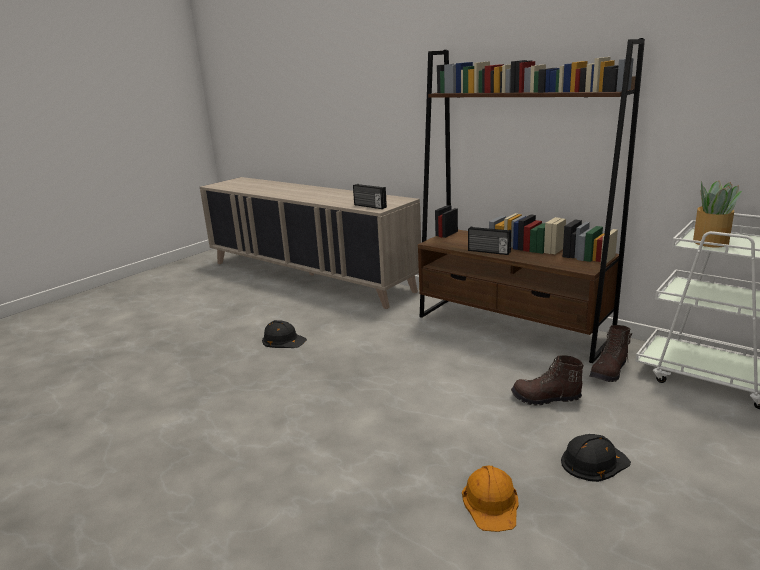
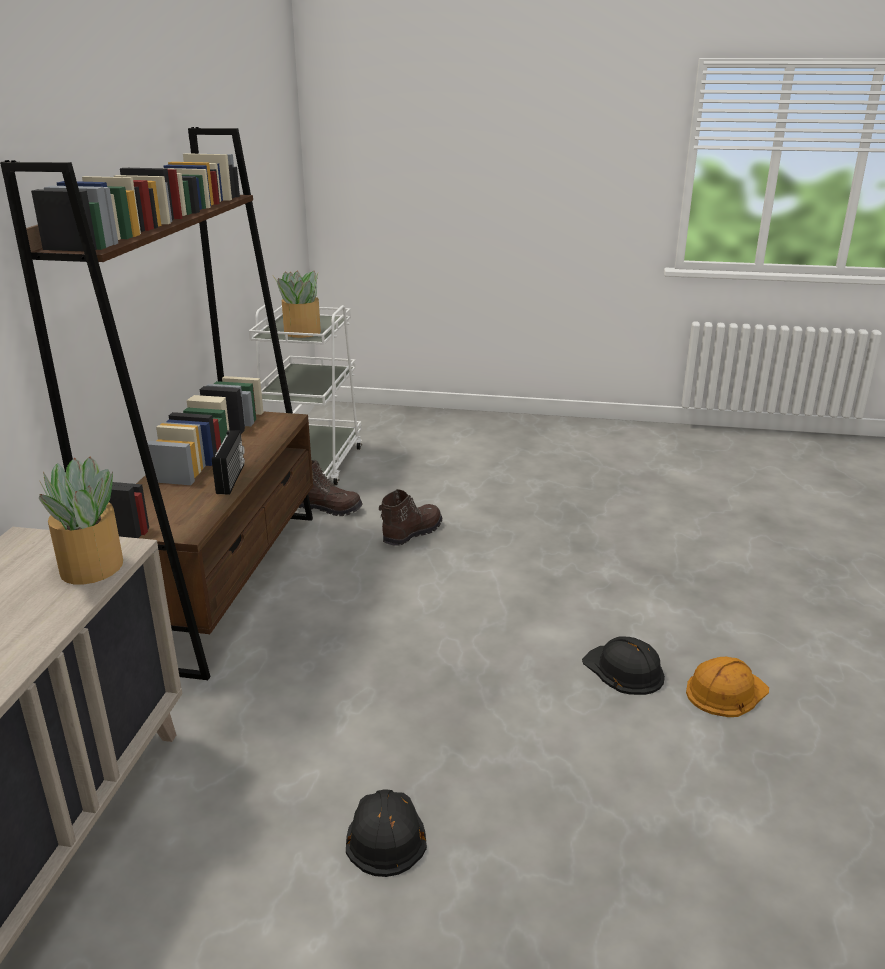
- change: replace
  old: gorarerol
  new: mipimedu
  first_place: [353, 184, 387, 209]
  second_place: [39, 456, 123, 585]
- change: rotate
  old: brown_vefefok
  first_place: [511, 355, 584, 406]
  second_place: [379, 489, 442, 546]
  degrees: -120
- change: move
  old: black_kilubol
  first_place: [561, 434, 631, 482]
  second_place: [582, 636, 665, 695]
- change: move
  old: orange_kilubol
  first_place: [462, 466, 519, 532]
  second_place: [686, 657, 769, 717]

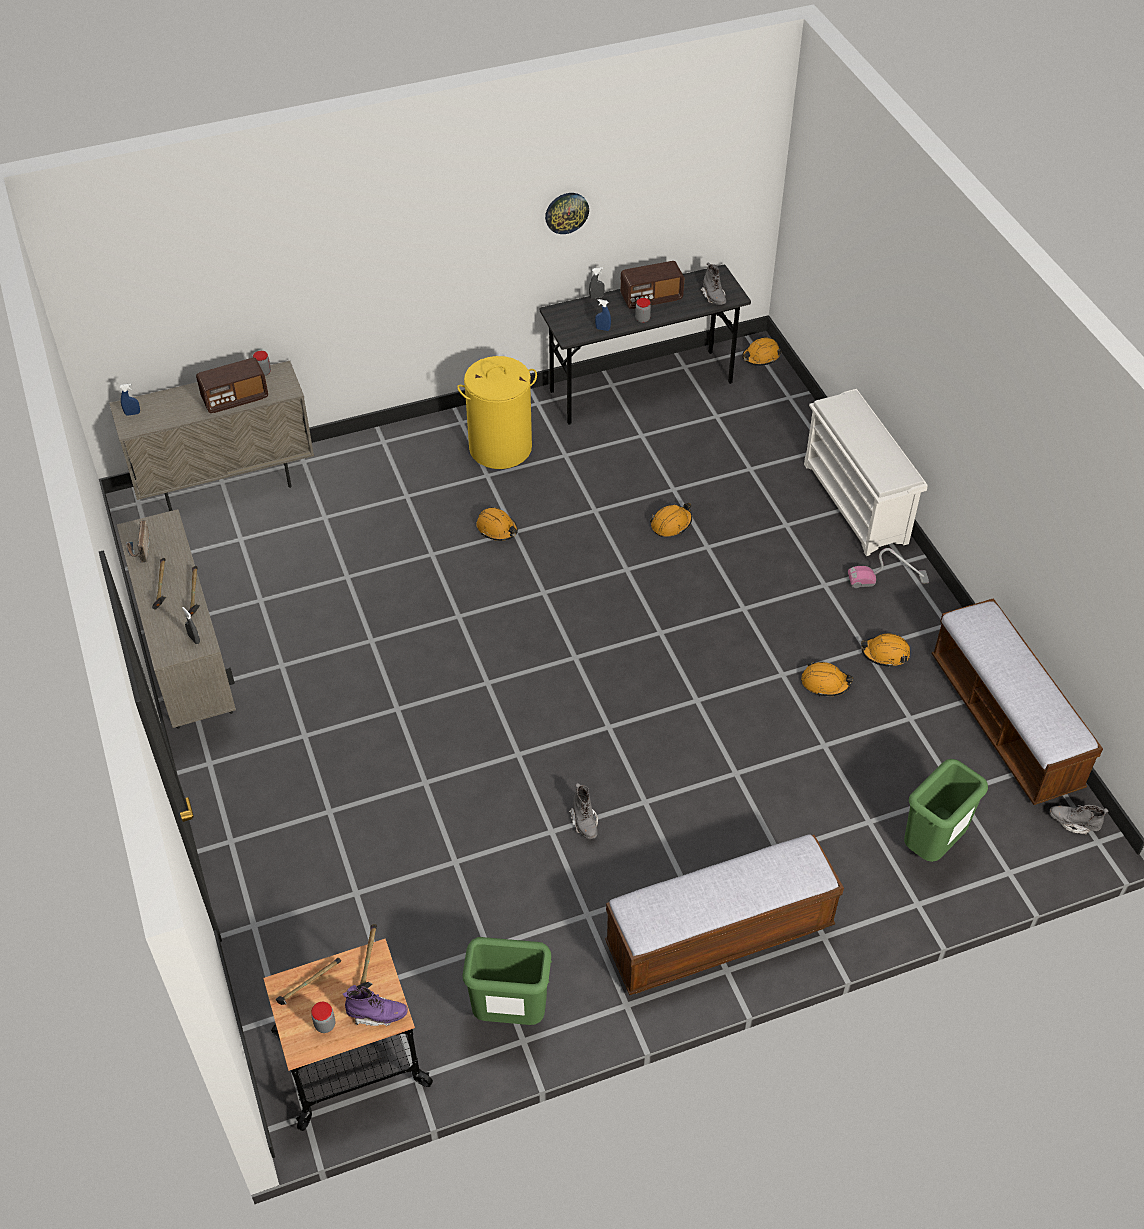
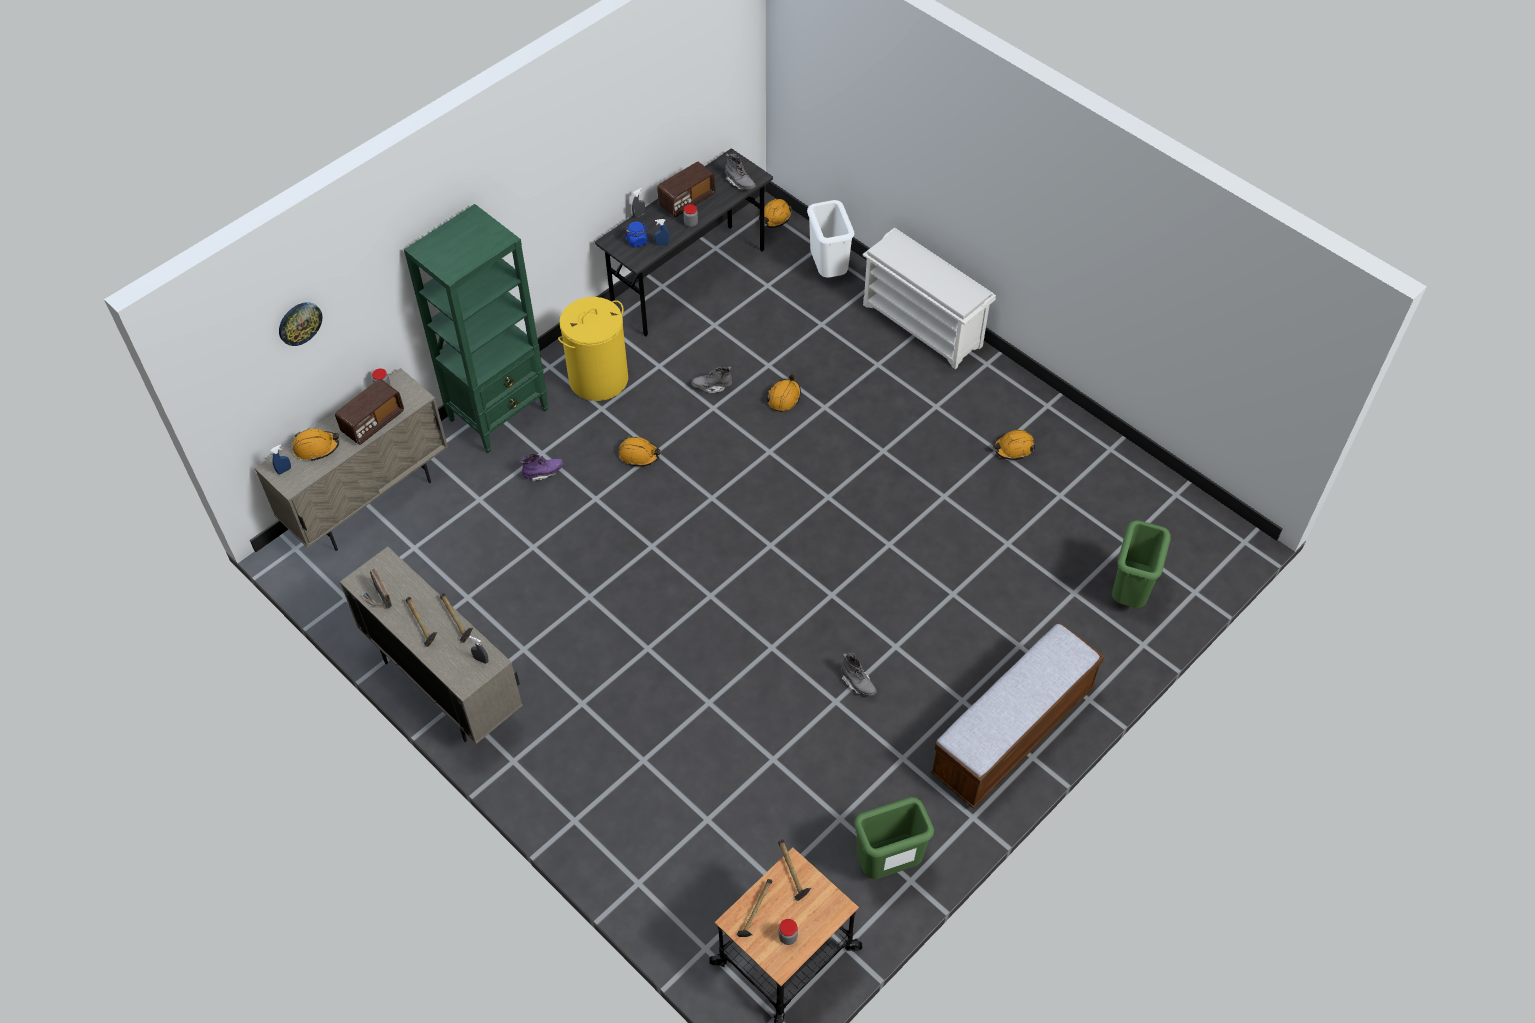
- change: move
  old: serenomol
  first_place: [545, 193, 589, 234]
  second_place: [279, 302, 322, 346]
- change: delete
  old: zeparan
  first_place: [848, 548, 929, 588]
- change: delete
  old: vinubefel
  first_place: [931, 598, 1103, 805]
- change: move
  old: orange_kilubol
  first_place: [801, 661, 854, 697]
  second_place: [293, 429, 339, 461]
- change: move
  old: grey_vefefok
  first_place: [1049, 805, 1108, 834]
  second_place: [692, 366, 732, 393]
- change: move
  old: purple_vefefok
  first_place: [343, 985, 408, 1027]
  second_place: [520, 454, 563, 483]
- change: insert
  new: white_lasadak
  second_place: [807, 200, 854, 278]
- change: insert
  new: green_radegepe
  second_place: [404, 204, 548, 453]
- change: insert
  new: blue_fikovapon
  second_place: [626, 222, 648, 248]

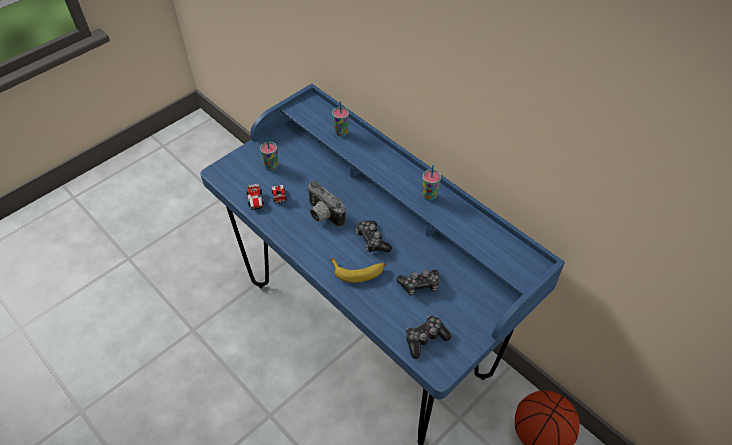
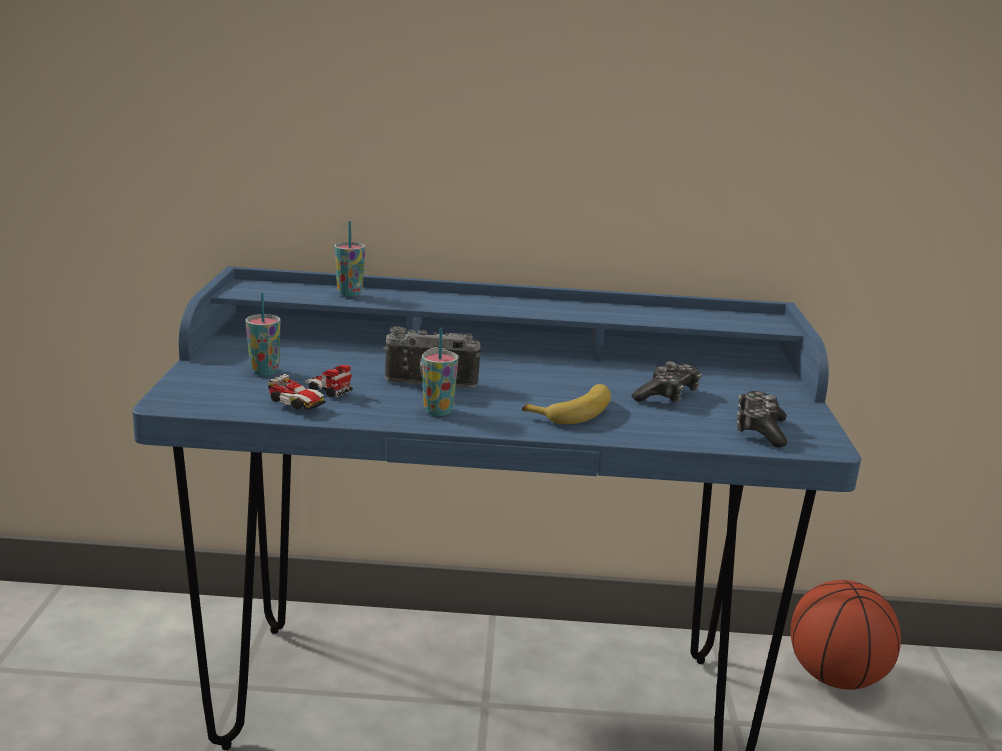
- change: move
  old: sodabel
  first_place: [422, 165, 441, 201]
  second_place: [422, 328, 458, 416]
- change: delete
  old: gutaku
  first_place: [355, 220, 392, 253]

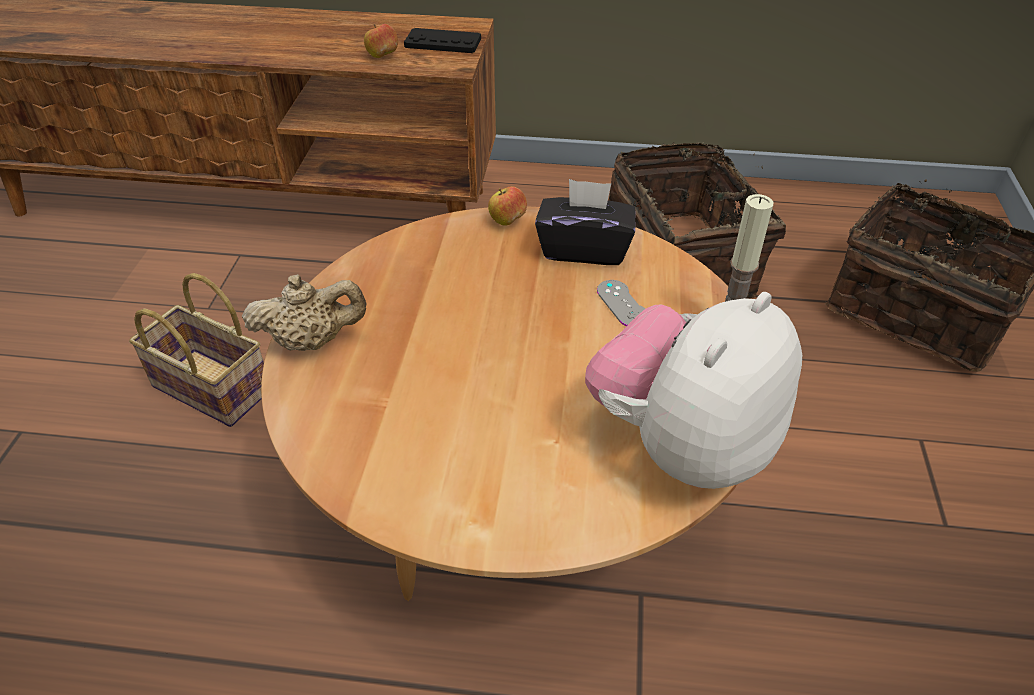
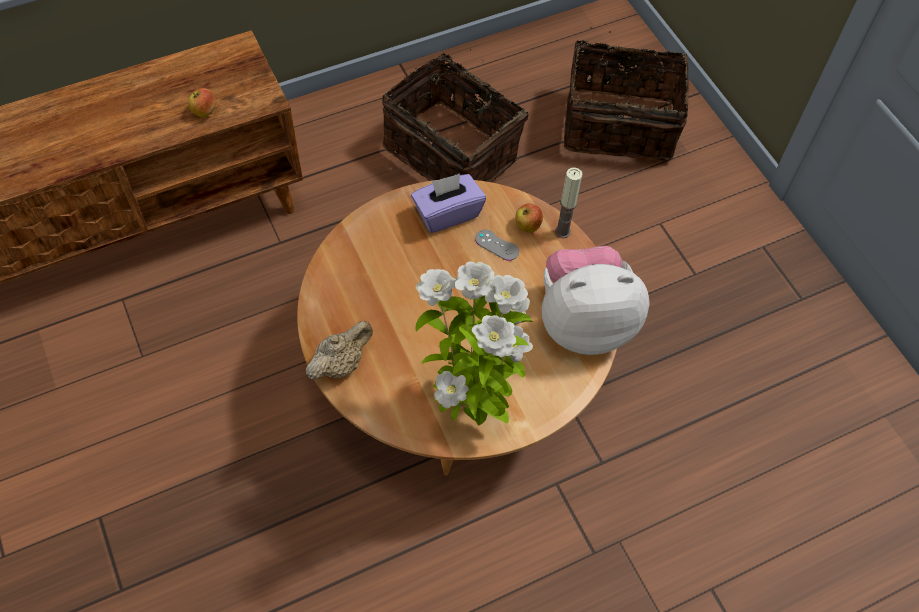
- change: delete
  old: black_gutaku
  first_place: [404, 28, 481, 53]
- change: recolor
  old: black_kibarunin
  new: purple_kibarunin
  first_place: [535, 179, 635, 265]
  second_place: [411, 173, 486, 233]
- change: move
  old: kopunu
  first_place: [488, 186, 527, 226]
  second_place: [515, 203, 543, 233]
- change: delete
  old: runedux
  first_place: [129, 273, 264, 427]
- change: rotate
  old: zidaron
  first_place: [585, 292, 802, 489]
  second_place: [542, 246, 650, 355]
  degrees: 75
- change: insert
  new: mipimedu
  second_place: [415, 261, 533, 425]

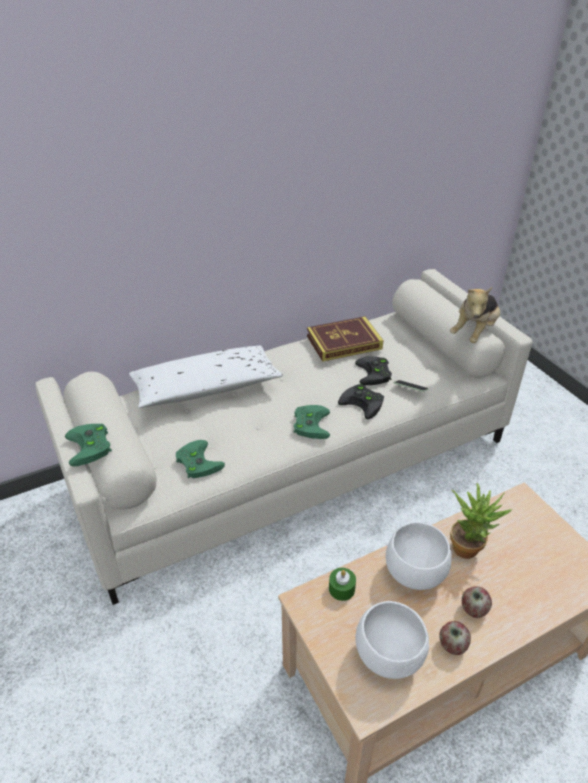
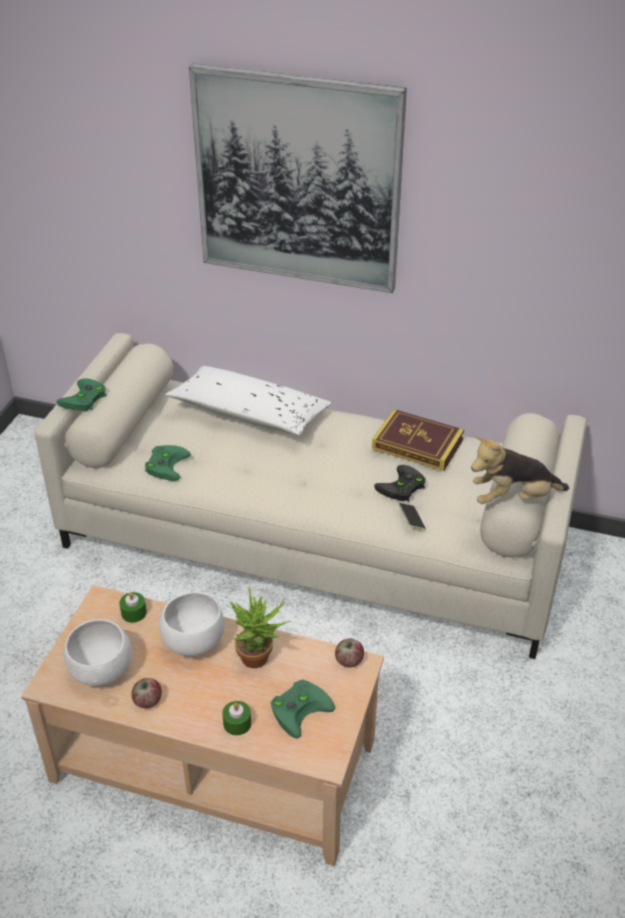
- change: delete
  old: black_gutaku
  first_place: [338, 384, 384, 419]
- change: move
  old: green_gutaku
  first_place: [294, 405, 330, 439]
  second_place: [271, 679, 335, 738]
- change: move
  old: kopunu
  first_place: [462, 586, 492, 618]
  second_place: [335, 638, 364, 667]
- change: insert
  new: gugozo
  second_place: [189, 63, 407, 293]
- change: insert
  new: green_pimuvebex
  second_place: [222, 701, 251, 735]

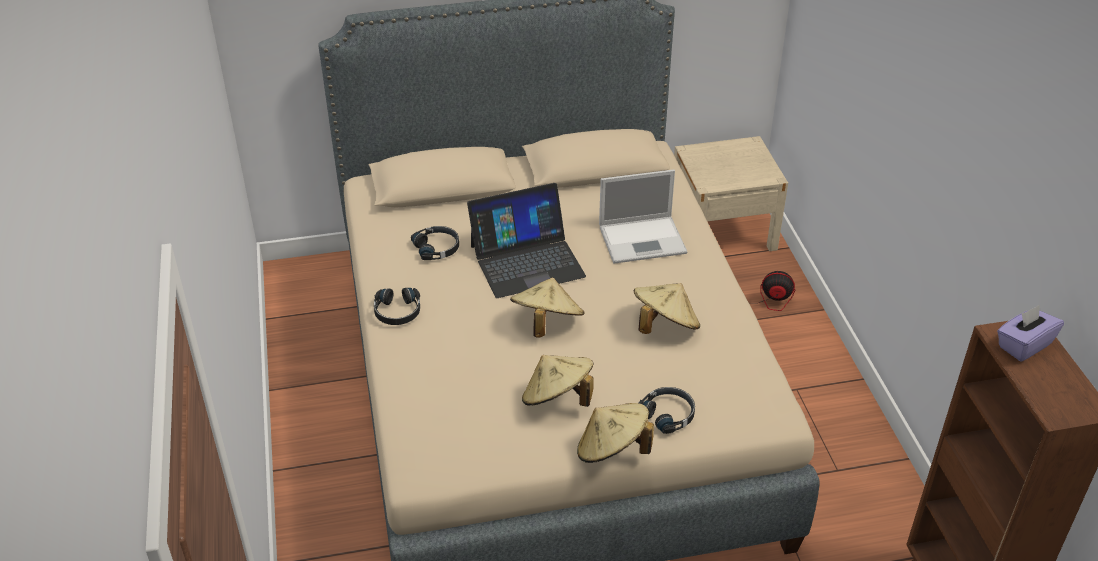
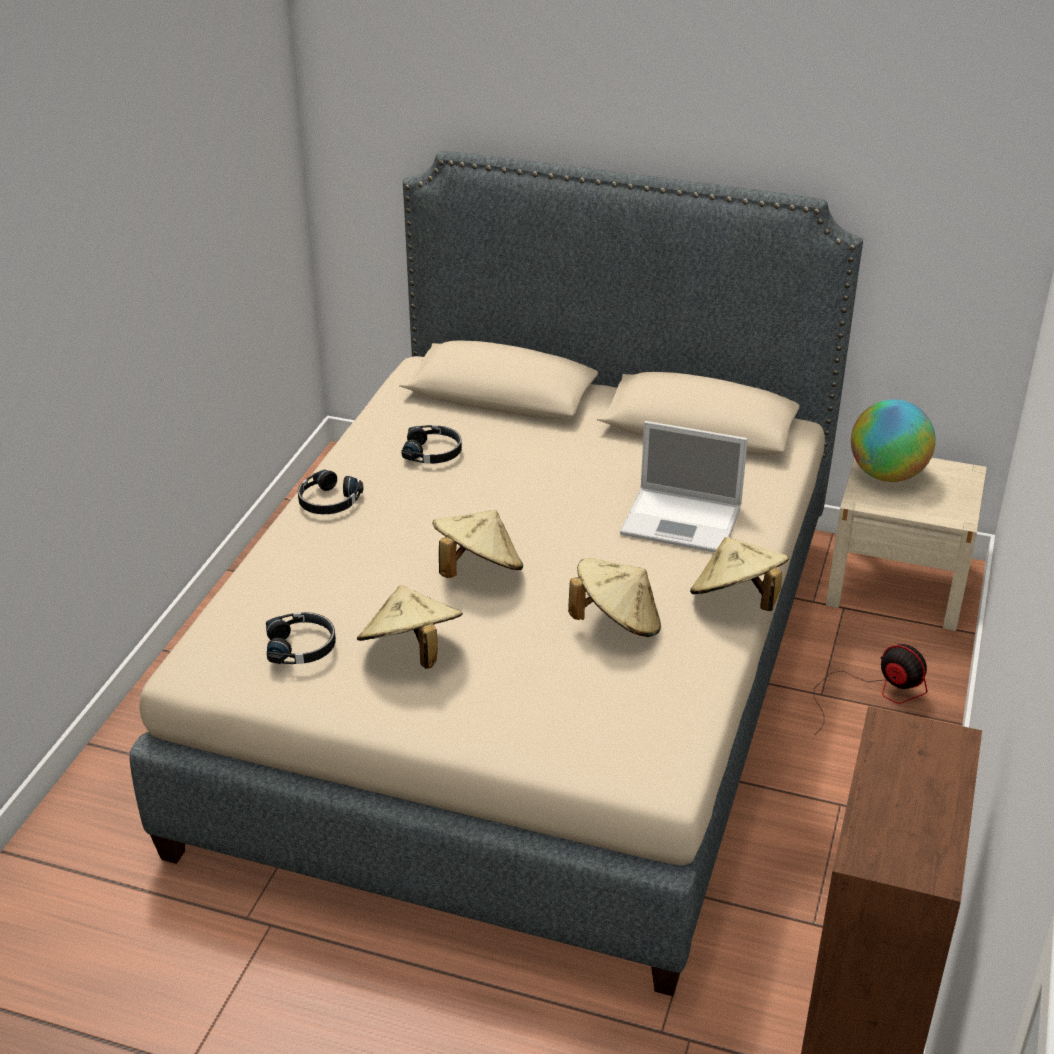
- change: delete
  old: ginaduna
  first_place: [467, 183, 586, 298]
- change: delete
  old: purple_kibarunin
  first_place: [997, 305, 1064, 362]
- change: move
  old: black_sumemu
  first_place: [639, 387, 695, 434]
  second_place: [266, 612, 336, 664]
- change: move
  old: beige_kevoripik
  first_place: [577, 403, 654, 463]
  second_place: [690, 537, 789, 611]
- change: insert
  new: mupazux
  second_place: [851, 399, 936, 482]

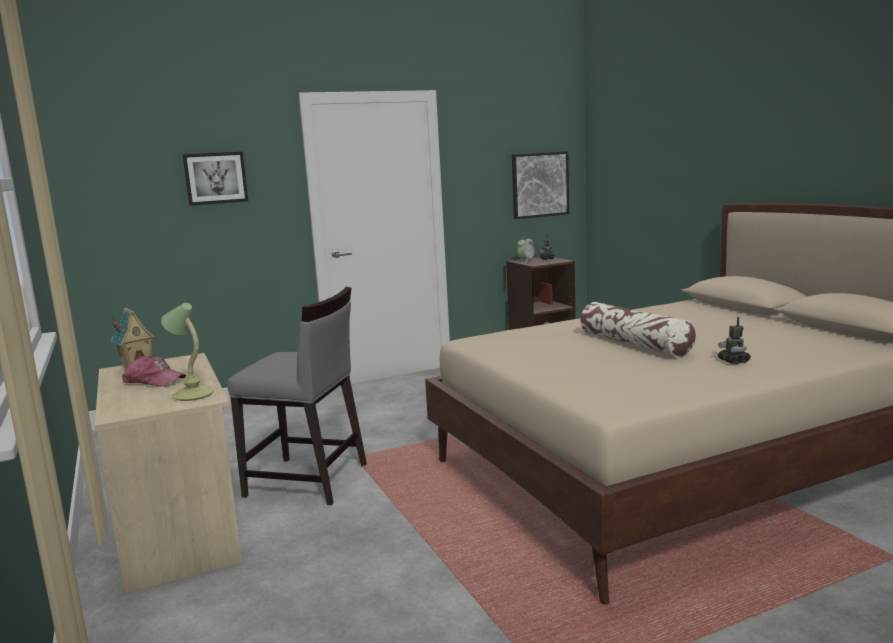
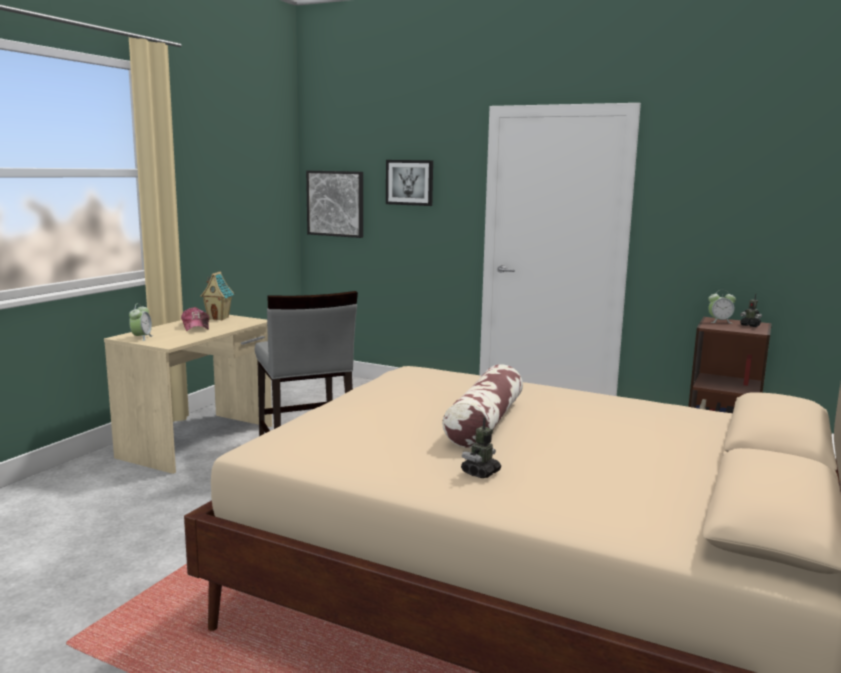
- change: move
  old: gugozo
  first_place: [512, 151, 569, 219]
  second_place: [306, 171, 363, 238]
- change: delete
  old: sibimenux
  first_place: [161, 303, 214, 401]
- change: insert
  new: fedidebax
  second_place: [129, 303, 153, 341]

